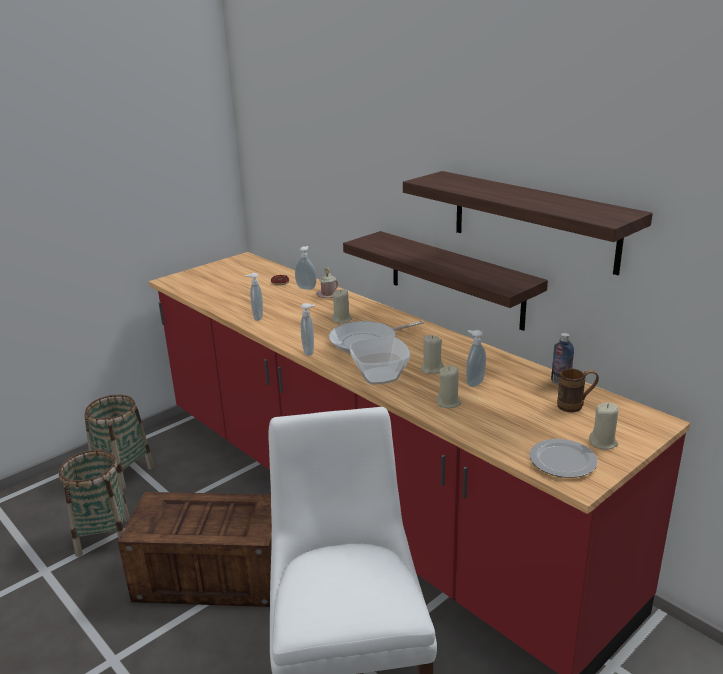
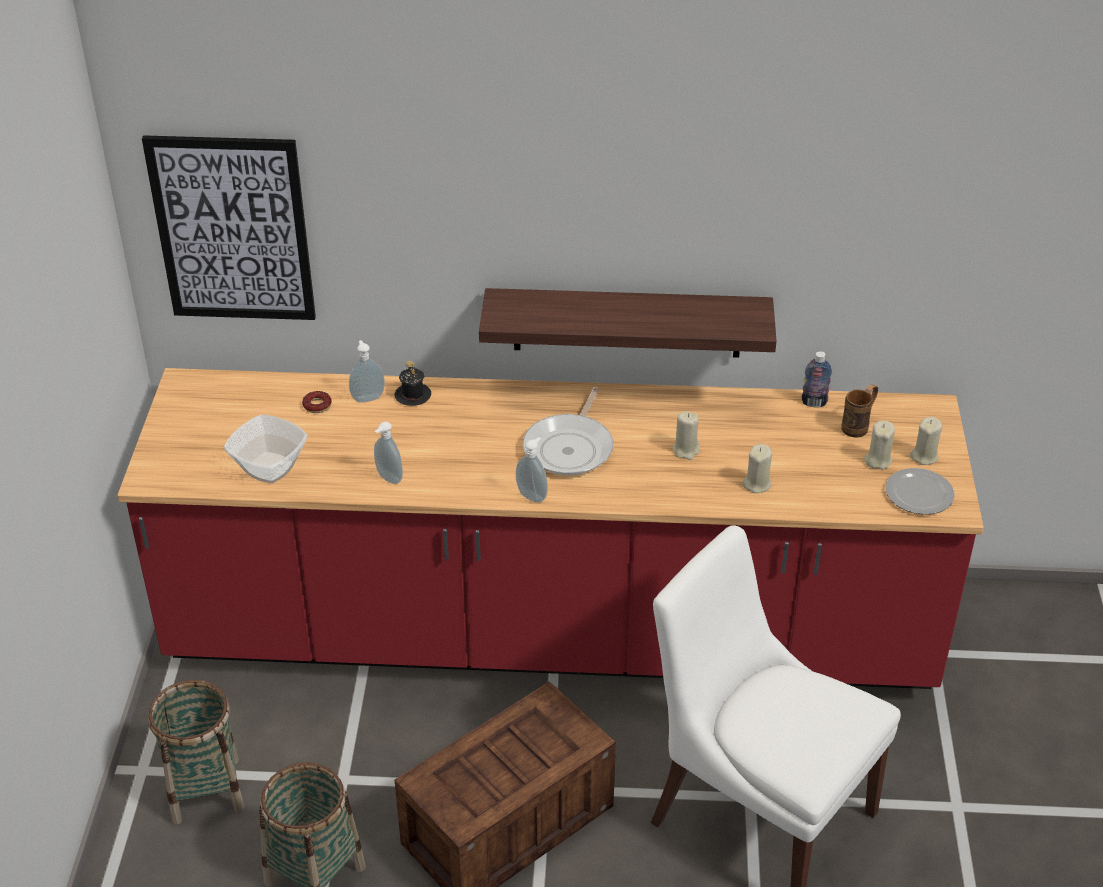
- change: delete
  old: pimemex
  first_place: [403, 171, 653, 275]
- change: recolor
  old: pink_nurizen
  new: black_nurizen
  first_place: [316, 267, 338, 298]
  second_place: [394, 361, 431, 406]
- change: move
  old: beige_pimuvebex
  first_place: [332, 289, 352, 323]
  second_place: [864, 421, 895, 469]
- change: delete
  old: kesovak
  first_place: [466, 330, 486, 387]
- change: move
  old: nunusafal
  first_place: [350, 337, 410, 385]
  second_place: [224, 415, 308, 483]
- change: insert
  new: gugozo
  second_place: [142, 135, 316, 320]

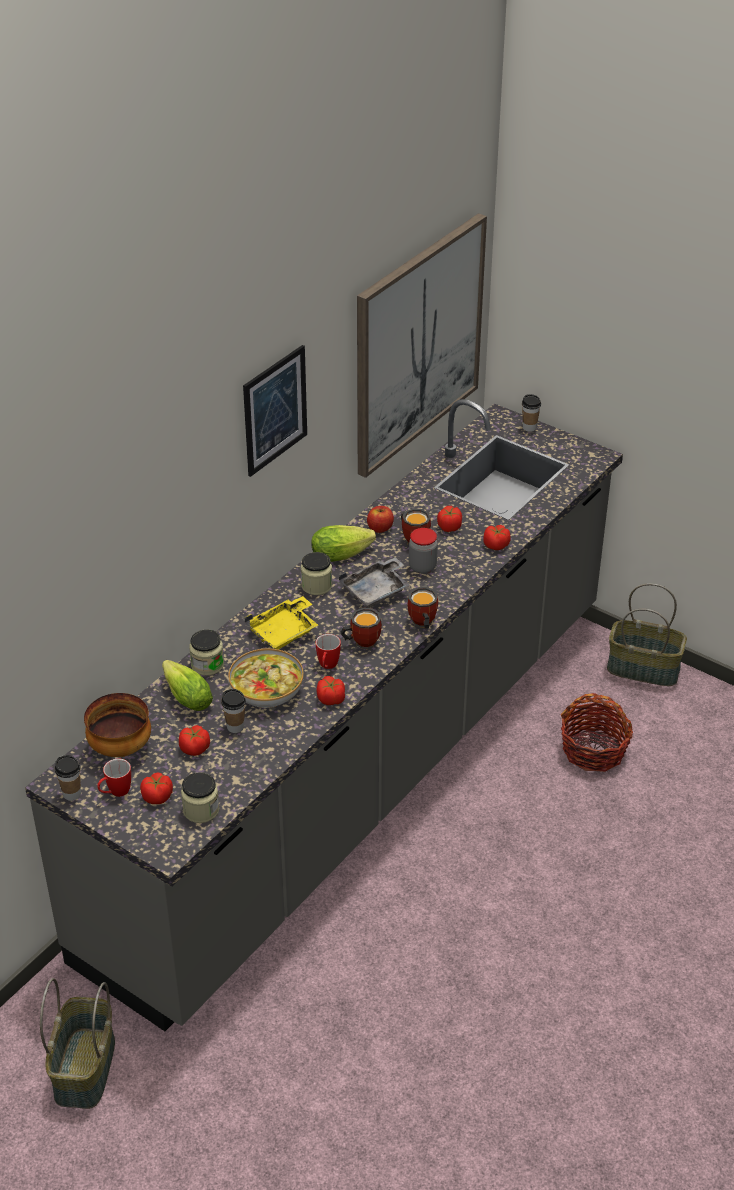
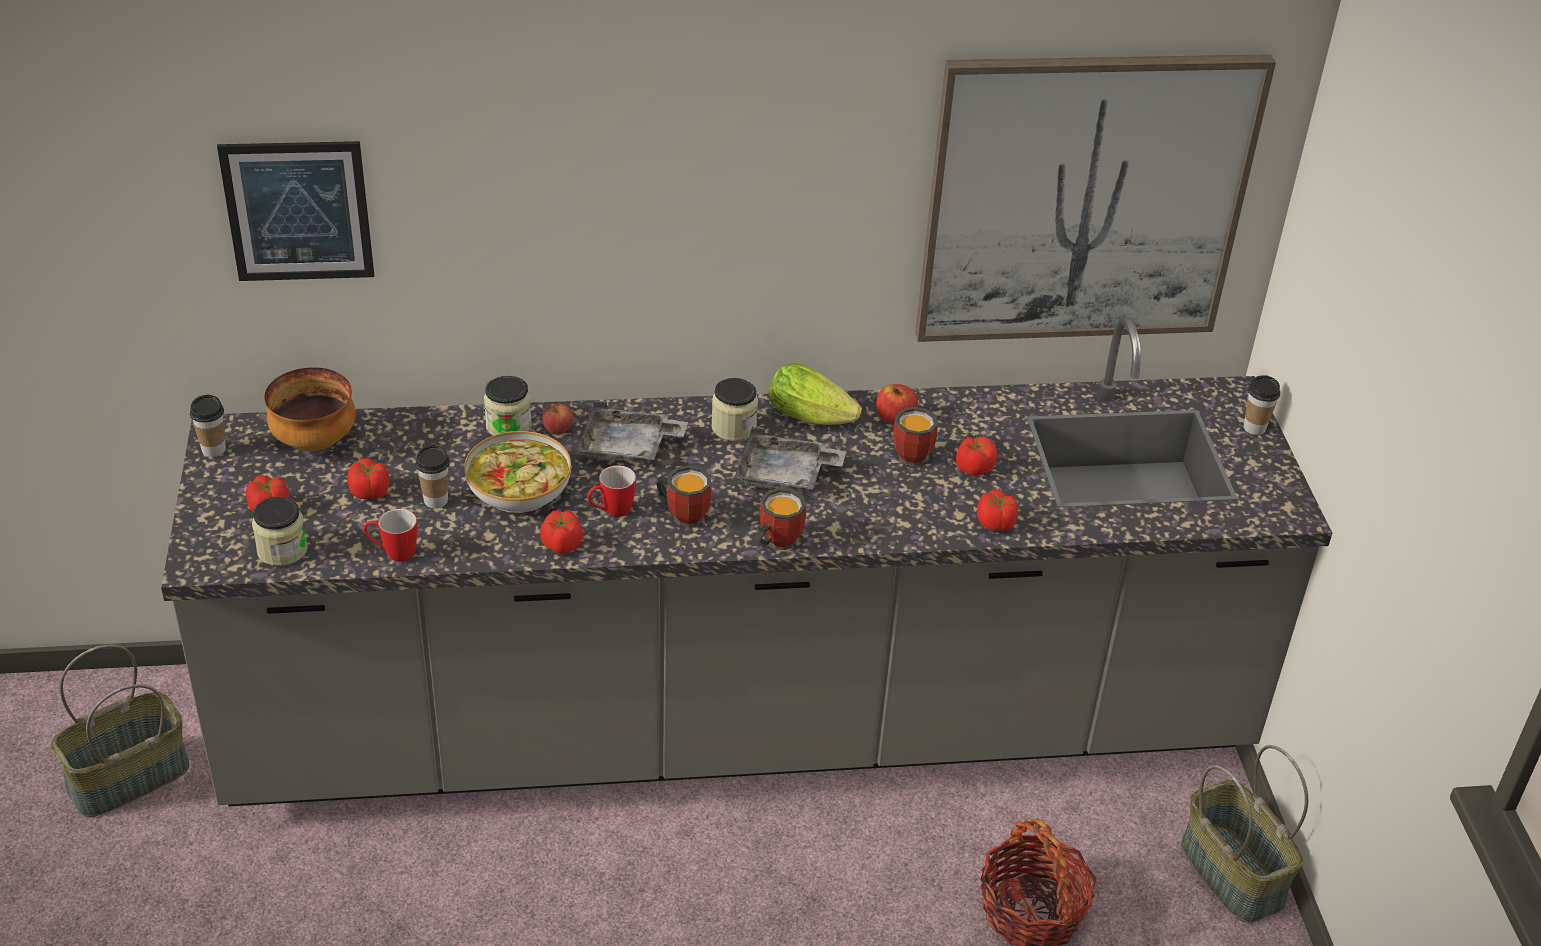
- change: move
  old: gugozo
  first_place: [243, 345, 307, 477]
  second_place: [217, 141, 374, 281]
- change: delete
  old: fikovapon
  first_place: [409, 528, 438, 574]
- change: recolor
  old: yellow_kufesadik
  new: grey_kufesadik
  first_place: [245, 596, 318, 650]
  second_place: [577, 401, 688, 464]
- change: delete
  old: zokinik
  first_place: [162, 660, 213, 711]
- change: move
  old: nurizen
  first_place: [97, 759, 131, 797]
  second_place: [364, 509, 417, 562]
- change: insert
  new: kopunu
  second_place: [542, 404, 574, 435]

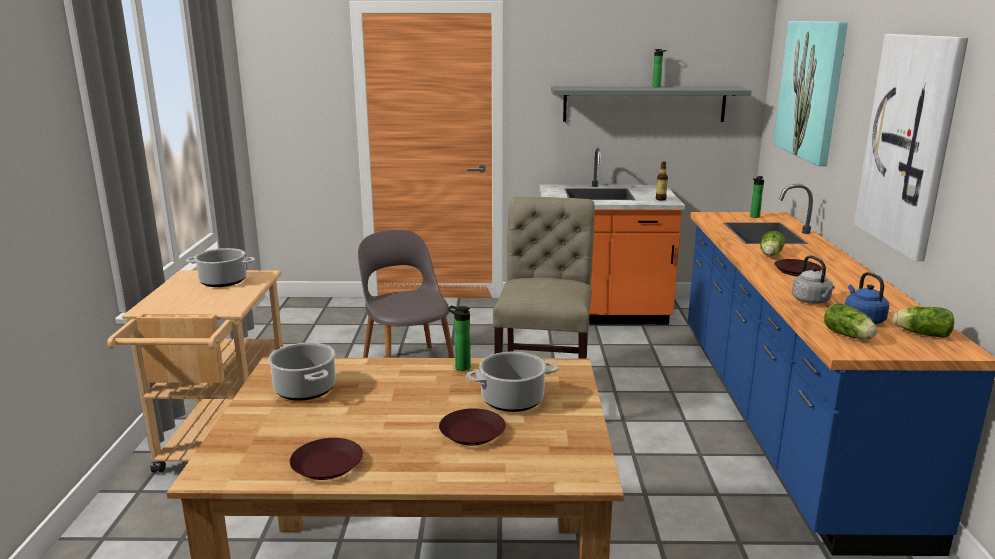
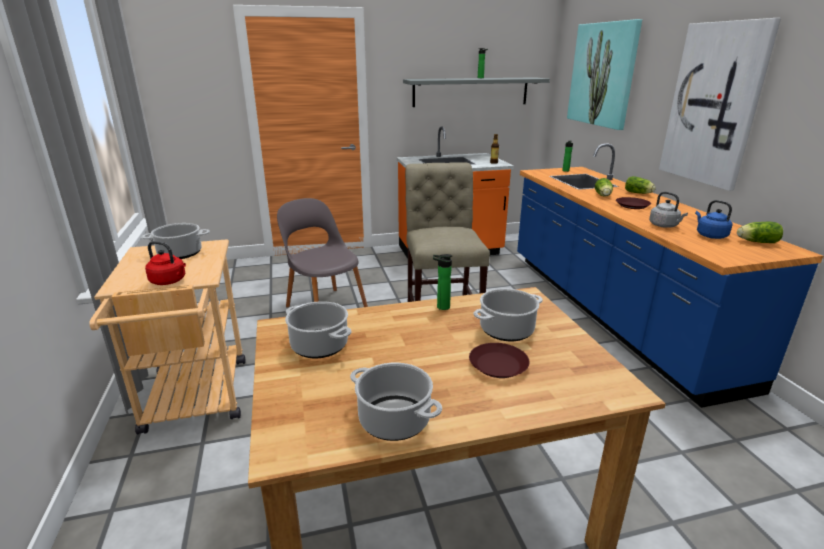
- change: move
  old: zokinik
  first_place: [824, 303, 878, 339]
  second_place: [625, 176, 656, 194]
- change: replace
  old: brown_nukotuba
  new: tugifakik
  first_place: [290, 438, 363, 480]
  second_place: [350, 363, 442, 441]
- change: insert
  new: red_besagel
  second_place: [145, 241, 186, 285]

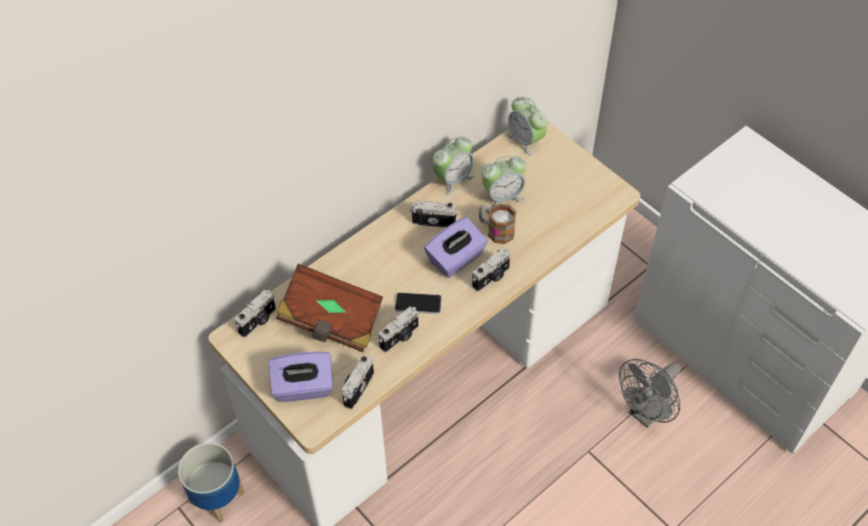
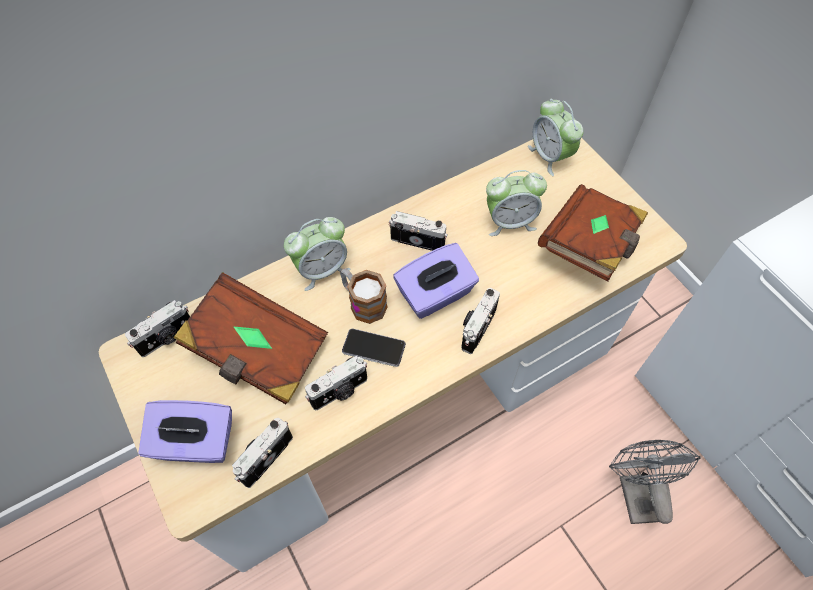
- change: move
  old: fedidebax
  first_place: [433, 137, 474, 195]
  second_place: [284, 217, 350, 291]
- change: move
  old: nurizen
  first_place: [478, 203, 516, 244]
  second_place: [340, 268, 388, 324]
- change: rotate
  old: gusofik
  first_place: [472, 248, 510, 292]
  second_place: [461, 288, 500, 354]
  degrees: 150
- change: rotate
  old: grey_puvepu
  first_place: [619, 359, 681, 428]
  second_place: [609, 440, 701, 524]
  degrees: 120
- change: delete
  old: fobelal
  first_place: [178, 443, 245, 523]
- change: insert
  new: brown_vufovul
  second_place: [538, 184, 648, 281]

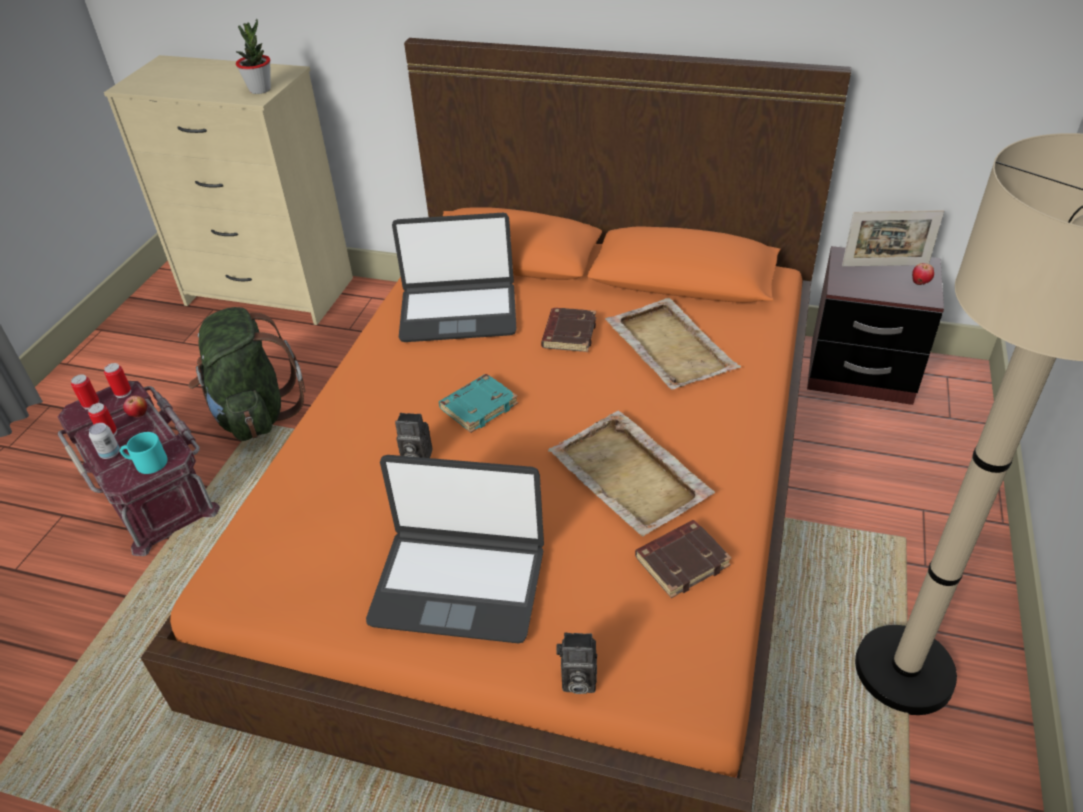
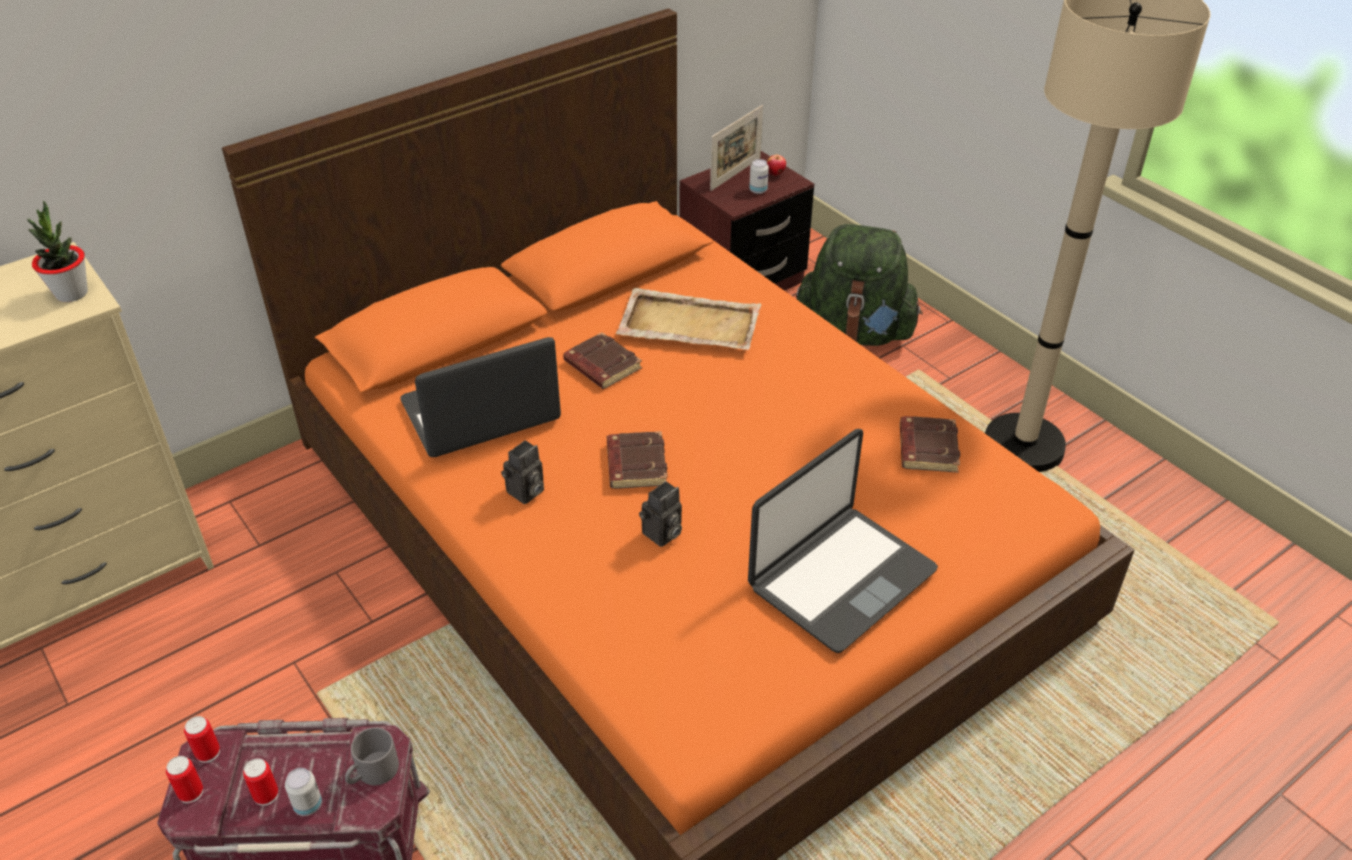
- change: rotate
  old: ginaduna
  first_place: [392, 213, 517, 342]
  second_place: [400, 337, 561, 457]
  degrees: -150
- change: move
  old: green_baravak
  first_place: [188, 307, 306, 441]
  second_place: [796, 224, 923, 346]
- change: recolor
  old: turquoise_vufovul
  new: brown_vufovul
  first_place: [439, 374, 518, 433]
  second_place: [607, 431, 668, 489]
- change: delete
  old: kopunu
  first_place: [123, 395, 147, 417]
- change: delete
  old: beige_kufesadik
  first_place: [548, 411, 715, 537]
- change: recolor
  old: turquoise_nurizen
  new: grey_nurizen
  first_place: [120, 432, 168, 474]
  second_place: [345, 727, 399, 785]
- change: move
  old: gusofik
  first_place: [556, 632, 597, 694]
  second_place: [501, 440, 544, 504]
- change: insert
  new: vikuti
  second_place: [749, 159, 769, 194]

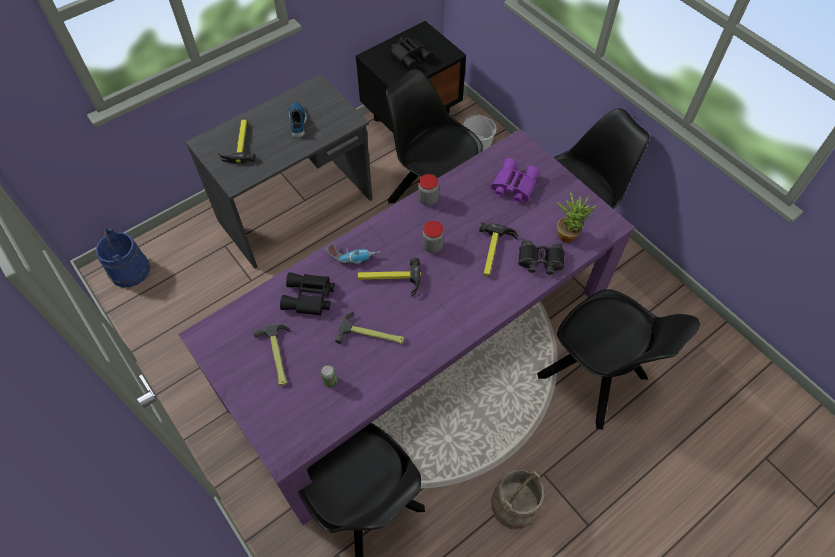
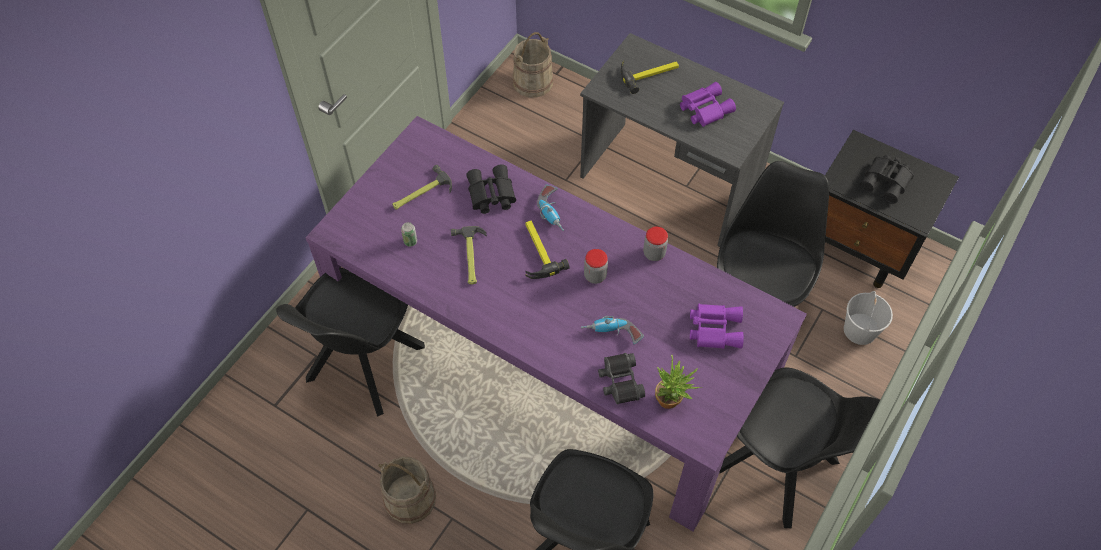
- change: replace
  old: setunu
  new: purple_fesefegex
  first_place: [289, 102, 307, 138]
  second_place: [680, 82, 736, 127]
- change: replace
  old: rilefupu
  new: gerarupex
  first_place: [479, 222, 518, 277]
  second_place: [581, 316, 644, 345]
- change: recolor
  old: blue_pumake
  new: beige_pumake
  first_place: [95, 228, 150, 287]
  second_place: [513, 32, 553, 98]

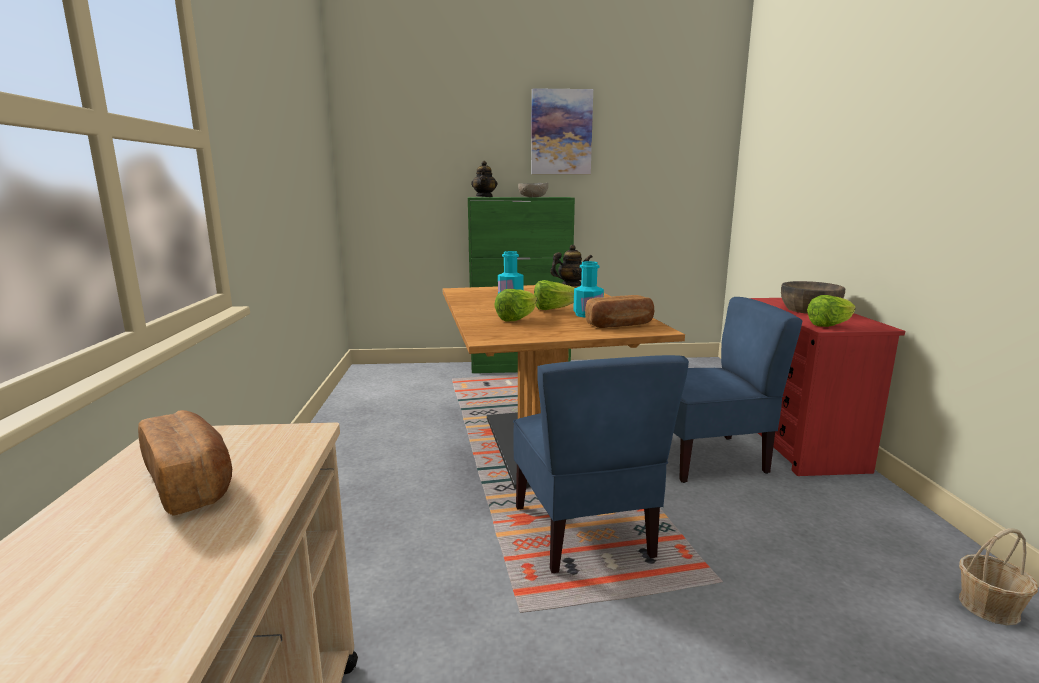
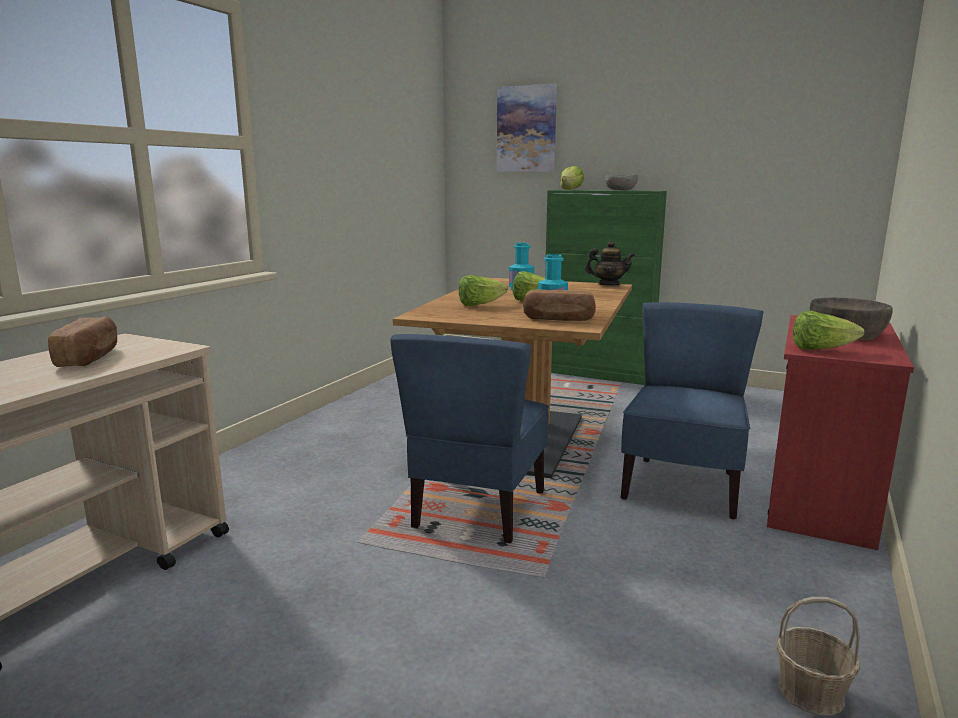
- change: move
  old: gugozo
  first_place: [531, 88, 593, 174]
  second_place: [497, 84, 557, 172]
- change: replace
  old: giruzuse
  new: zokinik
  first_place: [471, 161, 497, 197]
  second_place: [560, 166, 584, 190]
- change: rotate
  old: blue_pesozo
  first_place: [673, 297, 802, 483]
  second_place: [621, 302, 764, 520]
  degrees: -90

